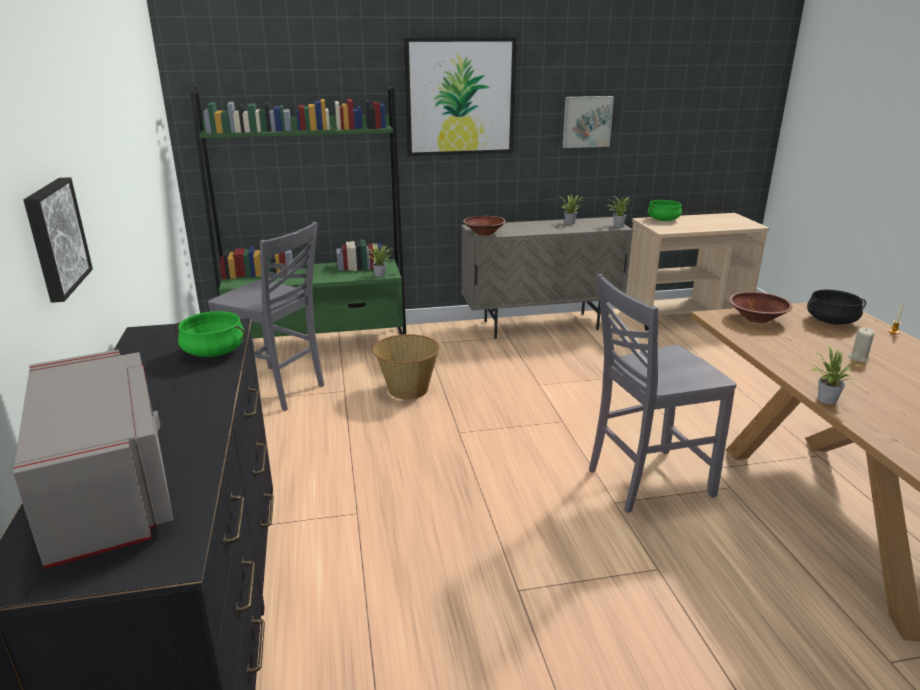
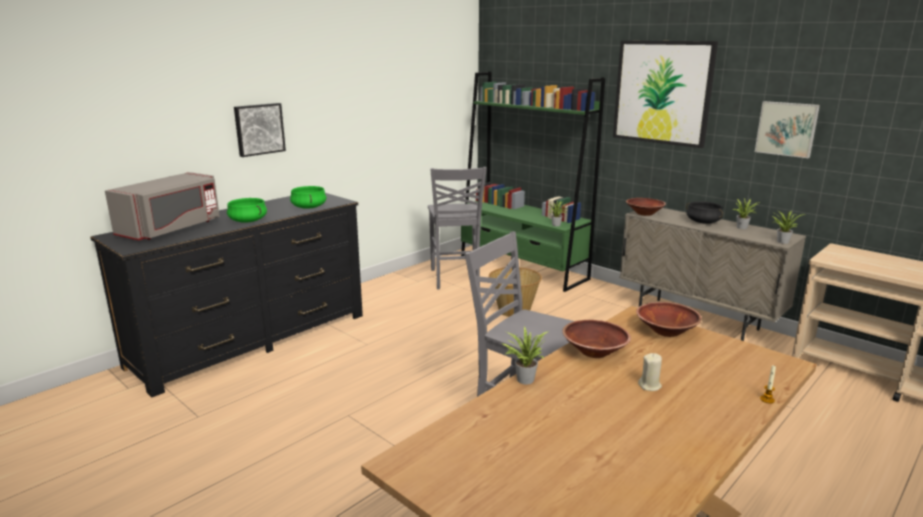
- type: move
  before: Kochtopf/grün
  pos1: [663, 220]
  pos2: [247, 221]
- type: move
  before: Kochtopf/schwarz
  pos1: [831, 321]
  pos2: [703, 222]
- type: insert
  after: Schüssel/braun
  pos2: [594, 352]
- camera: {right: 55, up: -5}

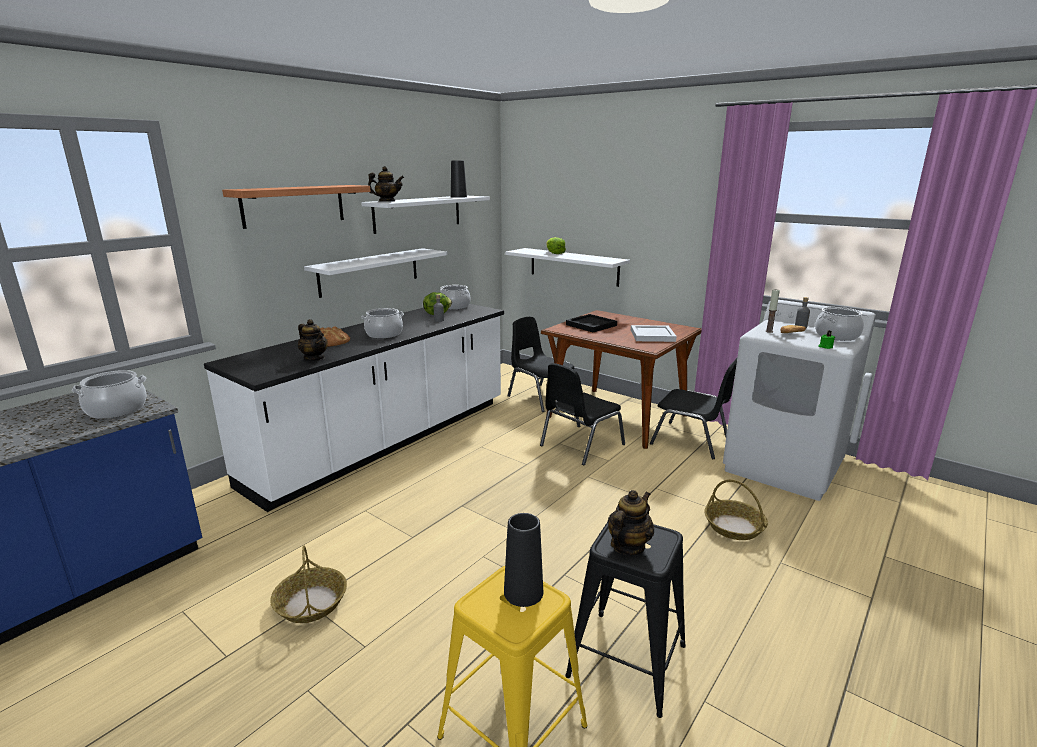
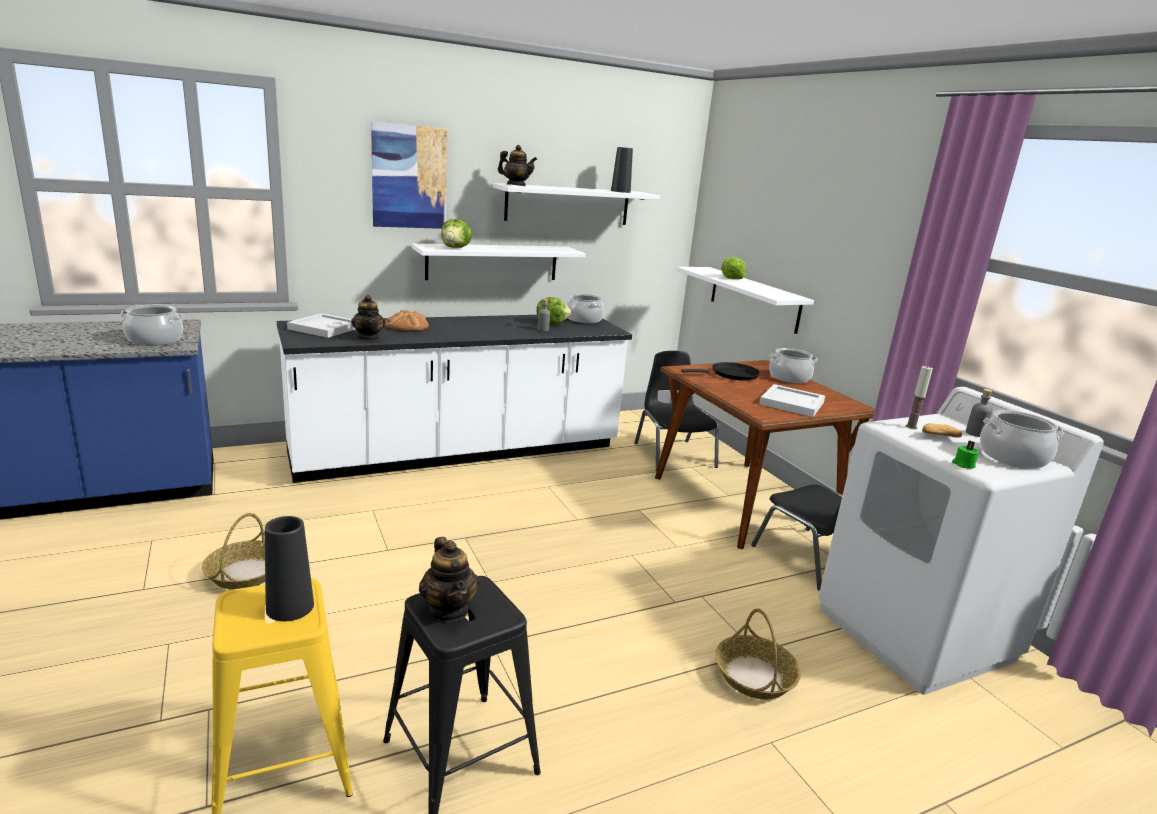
- type: replace
  before: Wandregal
  after: Bild
  pos1: [294, 205]
  pos2: [409, 177]
- type: move
  before: Kochtopf
  pos1: [384, 334]
  pos2: [789, 378]
- type: delete
  before: Stuhl/schwarz
  pos1: [580, 445]
- type: replace
  before: Tablett/schwarz
  after: Pfanne/schwarz
  pos1: [592, 325]
  pos2: [731, 375]
- type: rotate
  before: Teekanne
  pos1: [628, 546]
  pos2: [449, 609]
  turn: 90
- type: insert
  after: Tablett/weiß
  pos2: [325, 328]
- type: insert
  after: Salatkopf
  pos2: [456, 248]
- camera: {right: 25, up: 0}

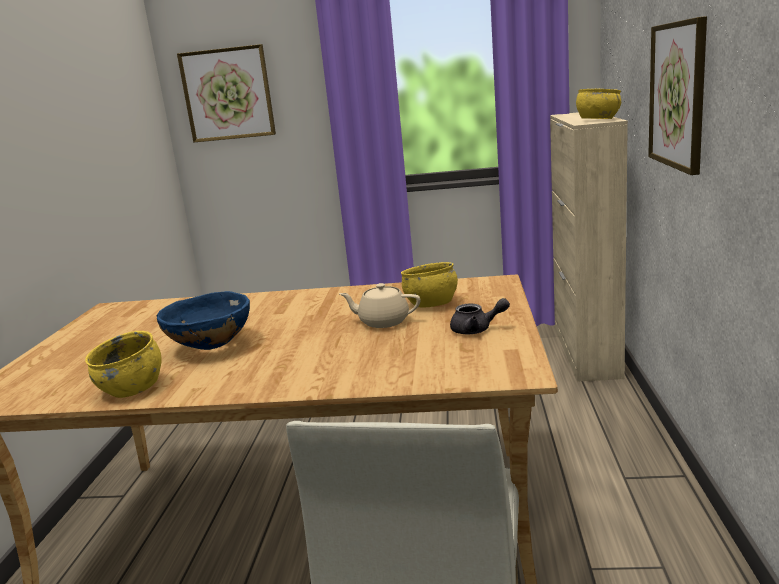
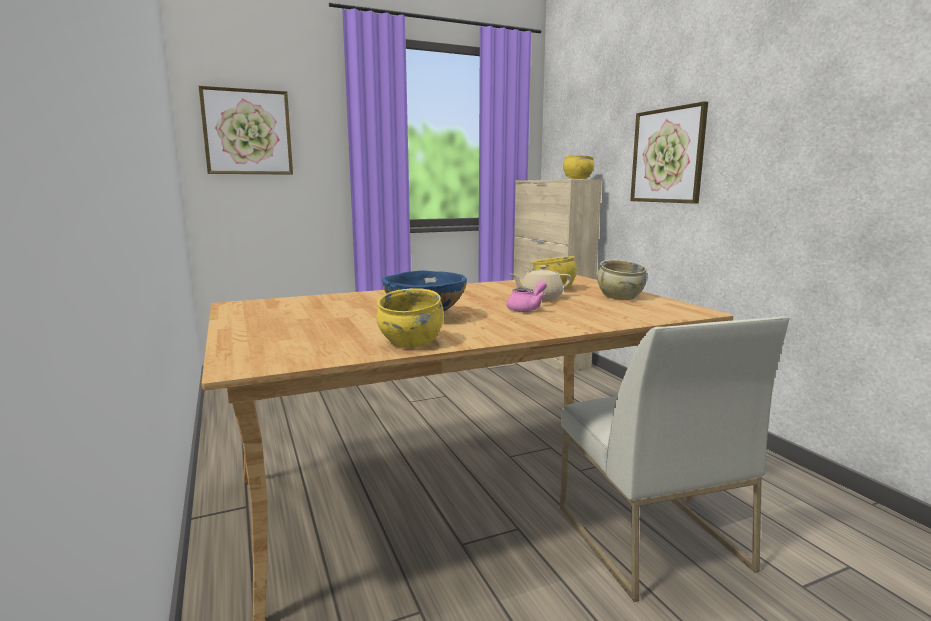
- type: replace
  before: Teekanne/grau
  after: Schüssel/beige
  pos1: [476, 330]
  pos2: [620, 297]
- type: insert
  after: Teekanne/rosa
  pos2: [527, 308]
- camera: {right: -30, up: -5}

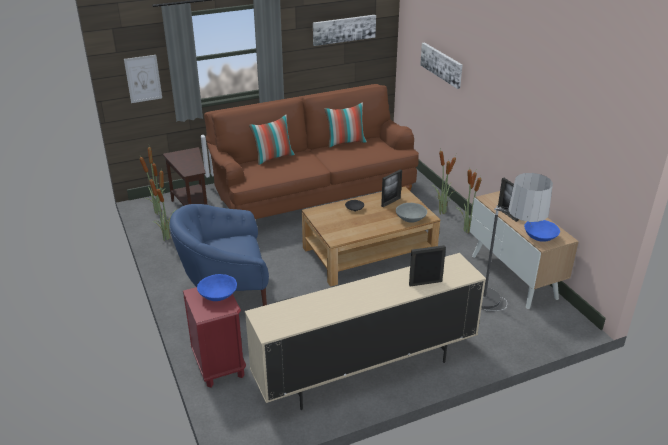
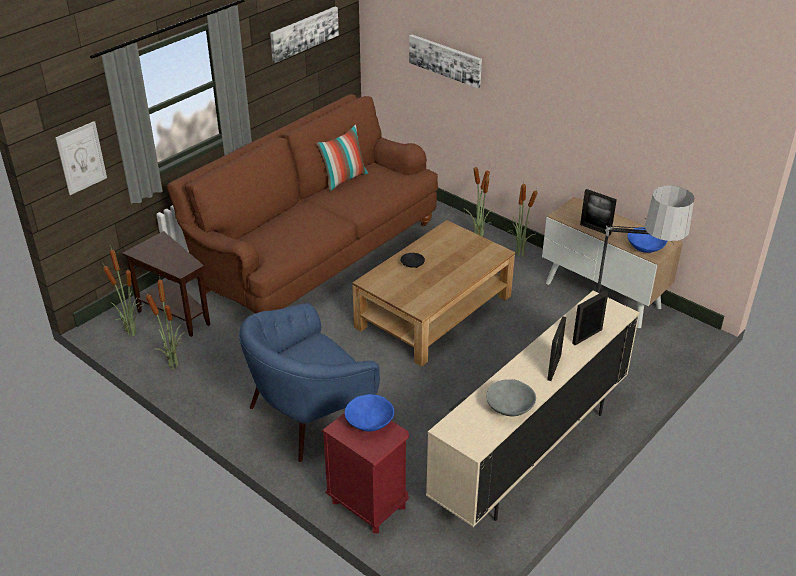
- type: delete
  before: Kissen
  pos1: [273, 157]
- type: move
  before: Bilderrahmen
  pos1: [391, 202]
  pos2: [554, 367]
- type: move
  before: Schüssel/grau
  pos1: [411, 219]
  pos2: [510, 407]
- camera: {right: -25, up: 5}

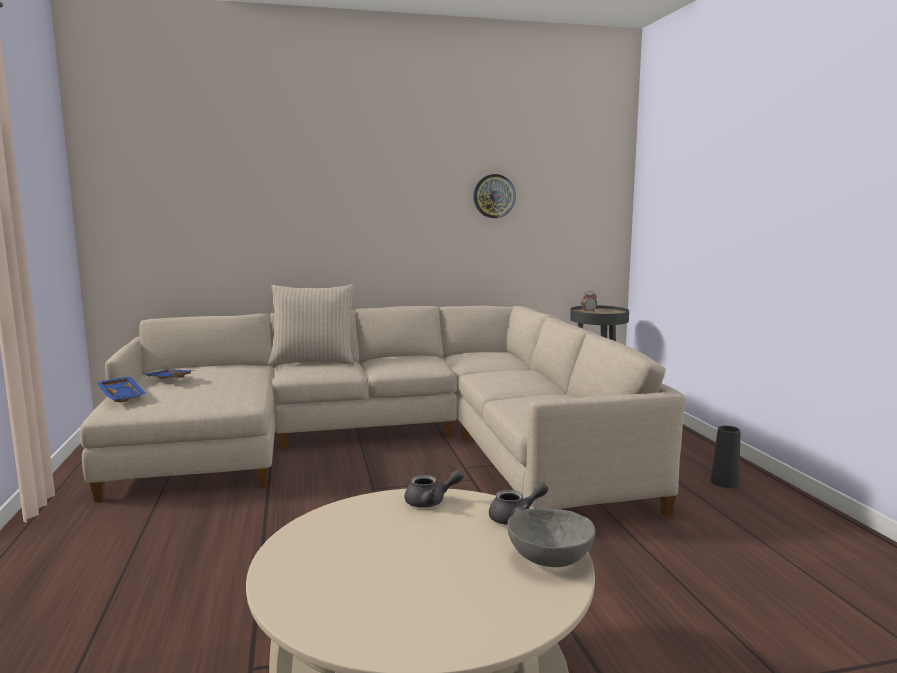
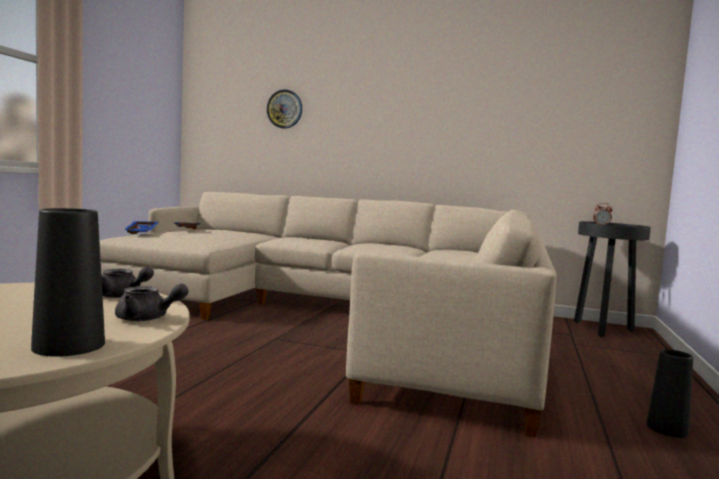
- type: delete
  before: Kissen/beige
  pos1: [313, 361]
- type: move
  before: Wanduhr
  pos1: [494, 196]
  pos2: [285, 109]
- type: replace
  before: Schüssel/grau
  after: Vase/schwarz
  pos1: [548, 559]
  pos2: [69, 346]
- camera: {right: 30, up: -5}

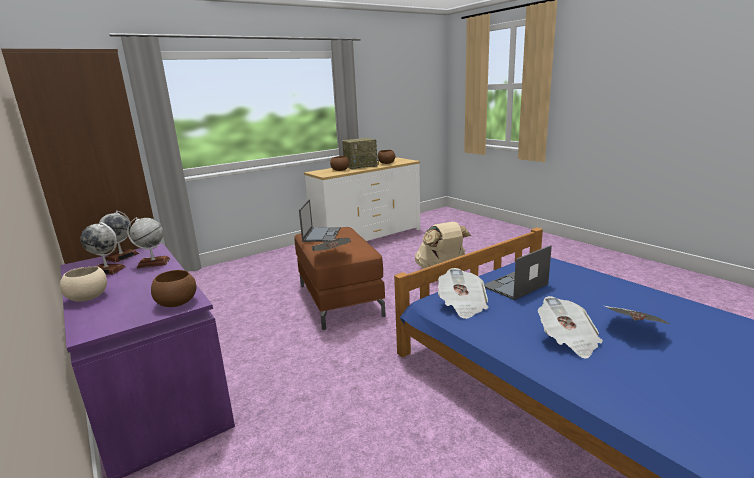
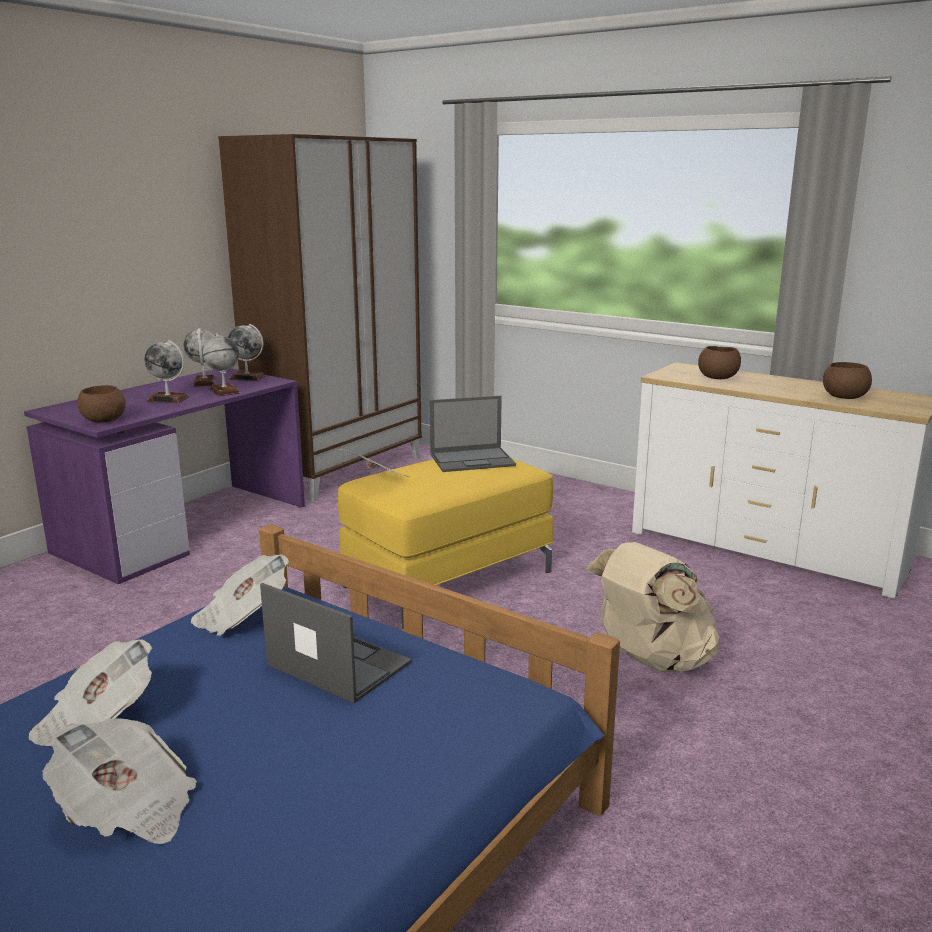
- type: delete
  before: Schüssel/beige
  pos1: [89, 297]
- type: recolor
  before: Polsterhocker/braun
  after: Polsterhocker/gelb
  pos1: [338, 299]
  pos2: [449, 578]
- type: delete
  before: Radio
  pos1: [361, 166]
- type: insert
  after: Globus
  pos2: [168, 399]
- camera: {right: 70, up: 0}

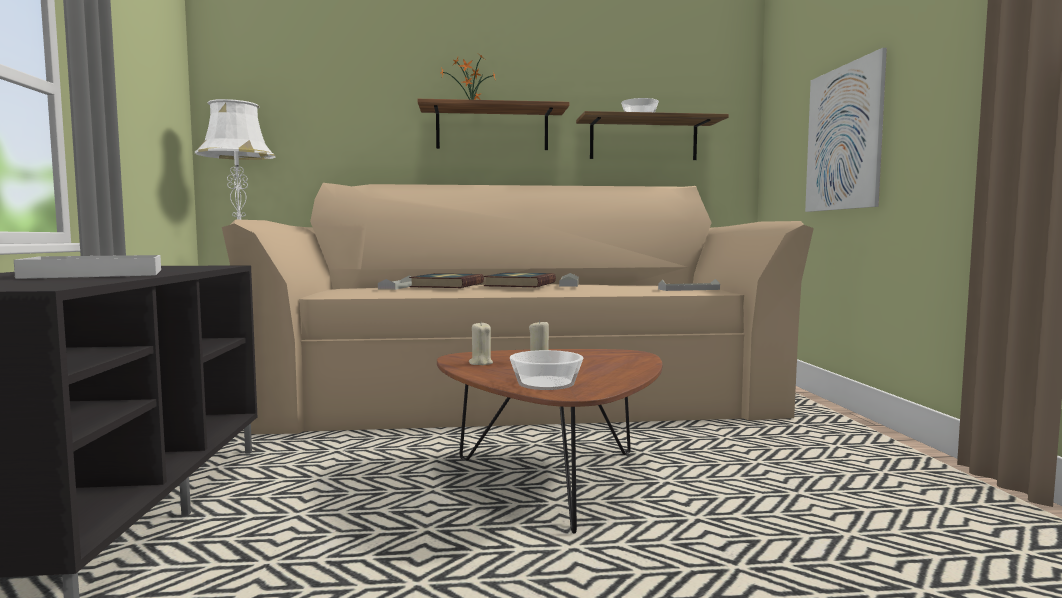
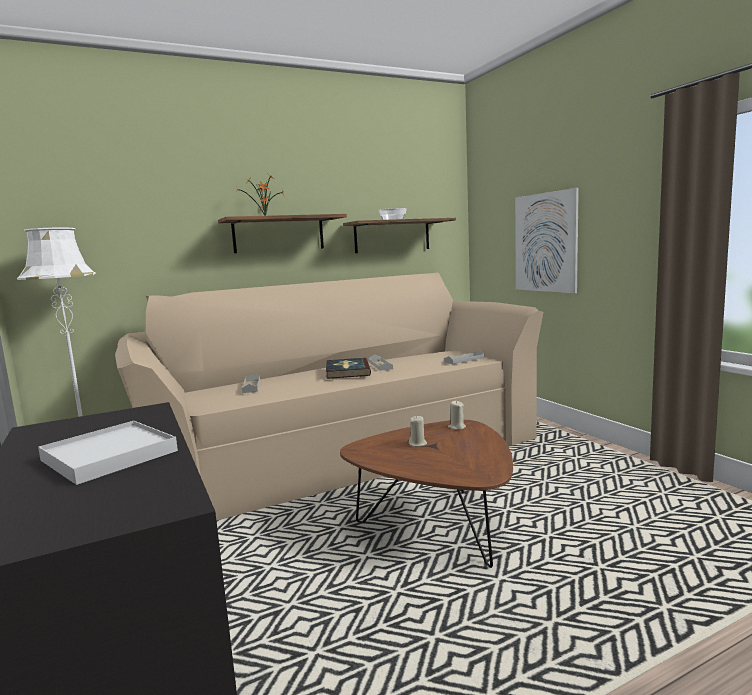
- type: delete
  before: Buch
  pos1: [447, 285]
- type: move
  before: Kerze/beige
  pos1: [480, 363]
  pos2: [456, 427]
- type: delete
  before: Schüssel
  pos1: [546, 383]
- camera: {right: -20, up: 5}

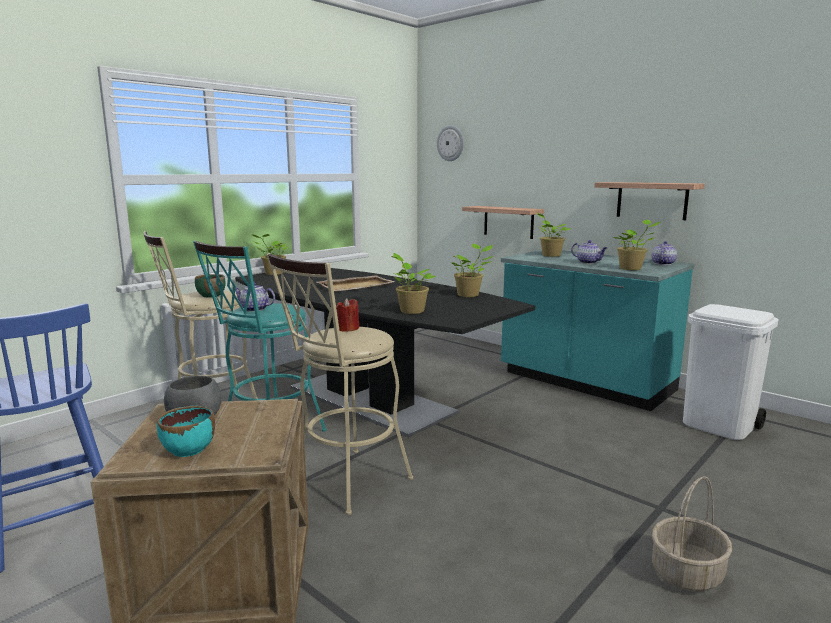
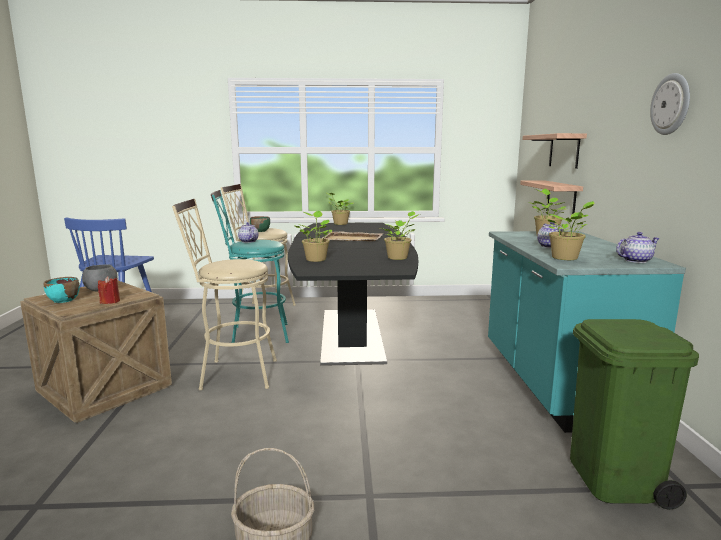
- type: move
  before: Kerze/rot
  pos1: [347, 329]
  pos2: [110, 301]
- type: move
  before: Wanduhr
  pos1: [450, 143]
  pos2: [671, 104]
- type: move
  before: Wandregal
  pos1: [651, 200]
  pos2: [564, 151]
- type: recolor
  before: Mülleimer/weiß
  after: Mülleimer/grün
  pos1: [719, 426]
  pos2: [615, 480]
- camera: {right: 45, up: 0}

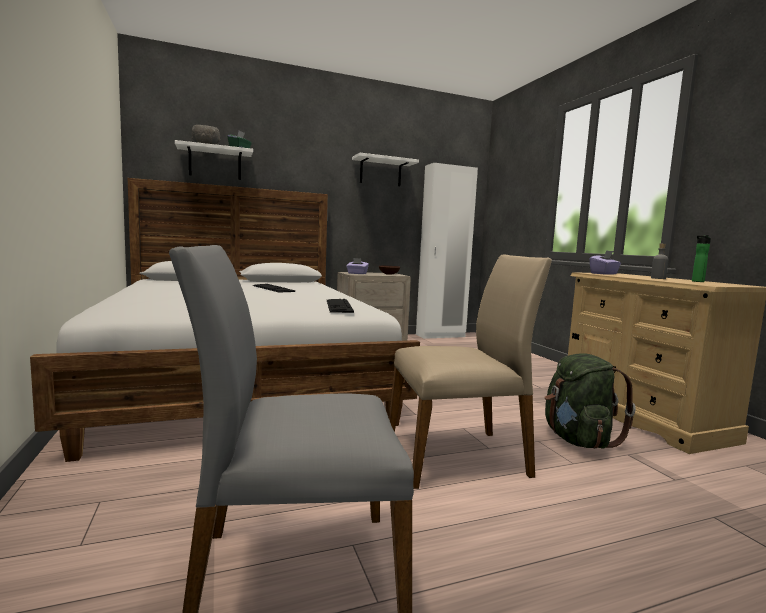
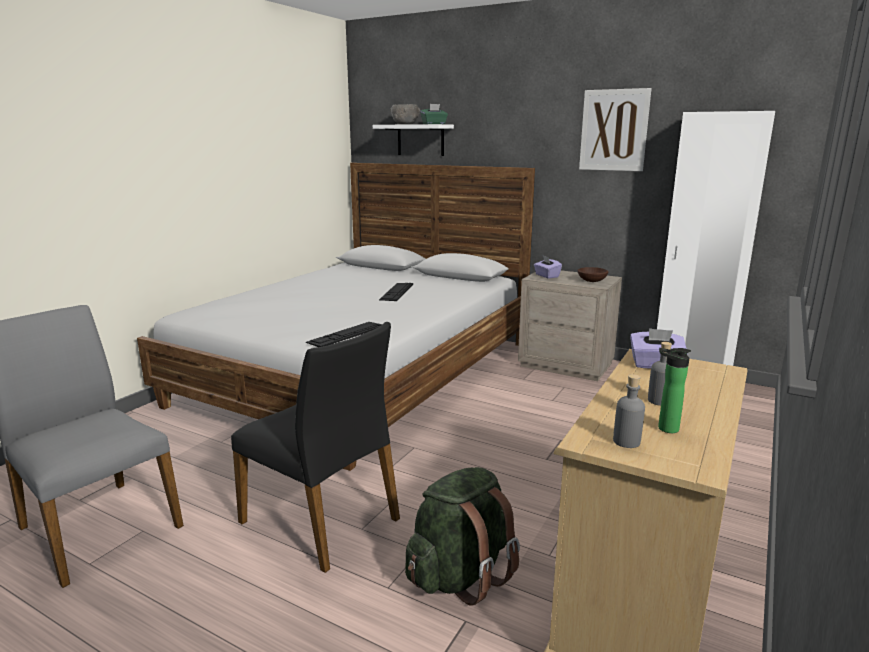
- type: replace
  before: Wandregal/weiß
  after: Bild
  pos1: [380, 172]
  pos2: [614, 130]
- type: recolor
  before: Stuhl/beige
  after: Stuhl/schwarz
  pos1: [457, 456]
  pos2: [322, 520]
- type: insert
  after: Flasche/grau
  pos2: [626, 441]
- camera: {right: 50, up: 10}

